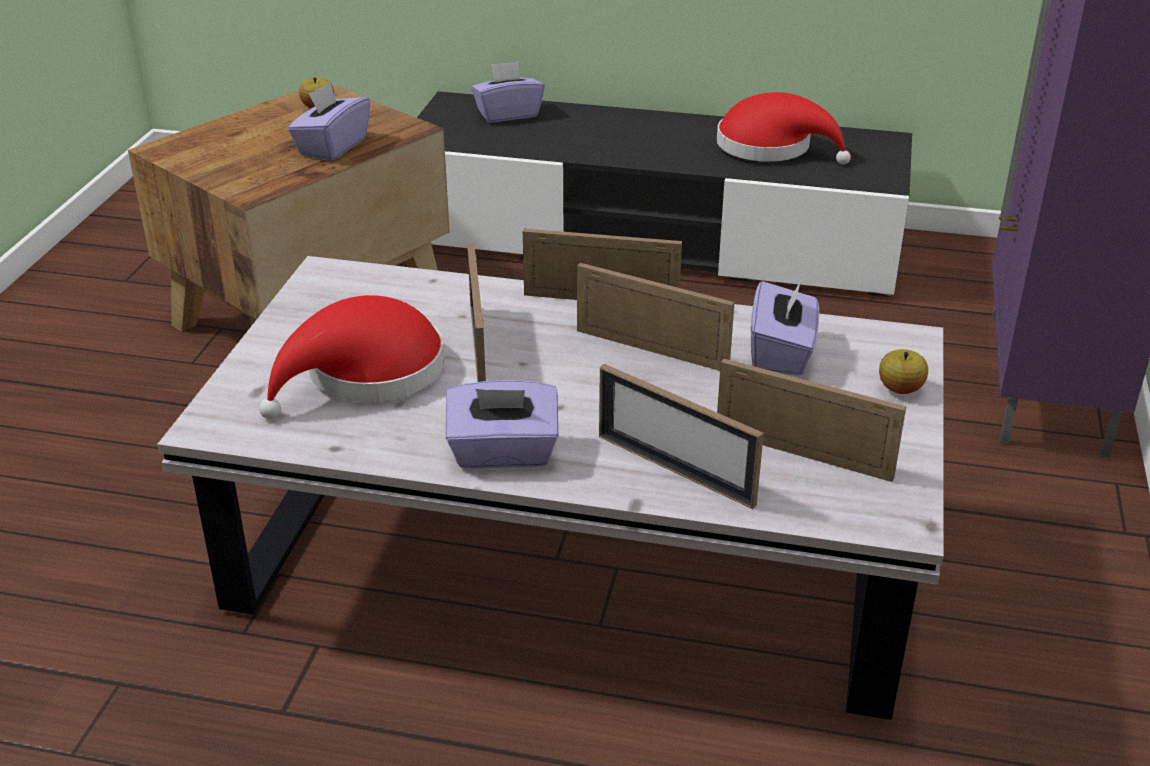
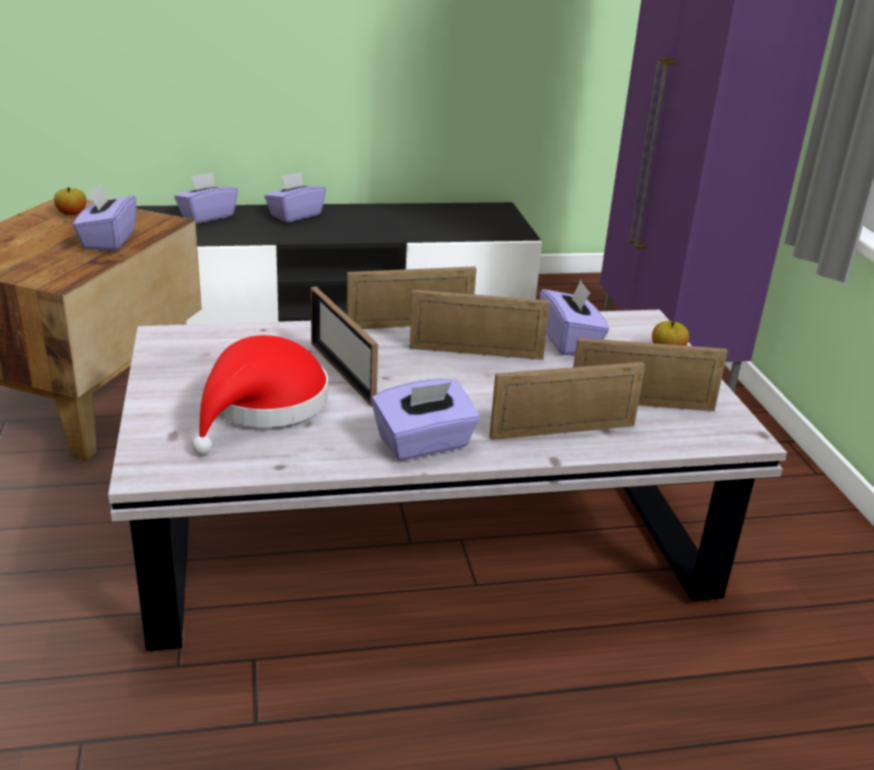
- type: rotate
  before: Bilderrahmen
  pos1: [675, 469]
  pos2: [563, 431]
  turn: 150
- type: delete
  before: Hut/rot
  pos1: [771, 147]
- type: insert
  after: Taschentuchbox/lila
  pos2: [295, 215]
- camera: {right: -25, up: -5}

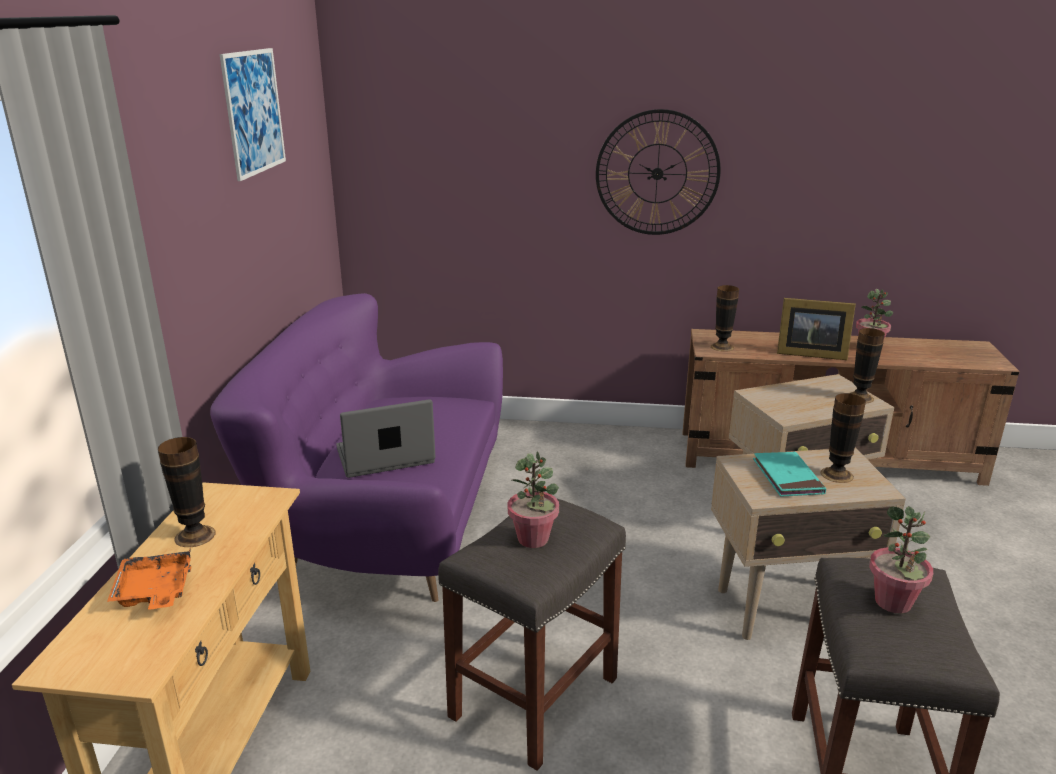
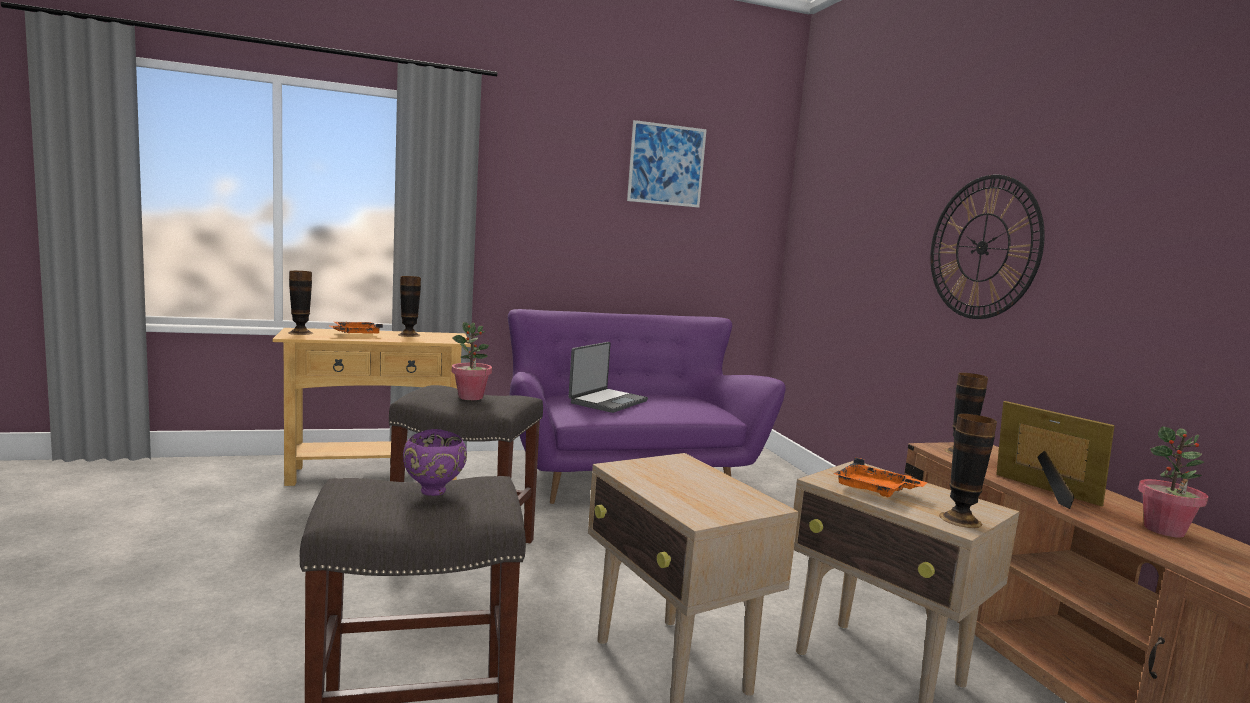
- type: rotate
  before: Laptop
  pos1: [385, 457]
  pos2: [607, 401]
  turn: 75
- type: delete
  before: Buch/türkis
  pos1: [787, 477]
- type: rotate
  before: Bilderrahmen
  pos1: [809, 353]
  pos2: [1045, 492]
  turn: 150
- type: move
  before: Vase
  pos1: [837, 474]
  pos2: [300, 333]
- type: replace
  before: Topfpflanze
  after: Schüssel/lila
  pos1: [893, 602]
  pos2: [434, 492]
- type: insert
  after: Tablett/orange
  pos2: [874, 490]
- camera: {right: 65, up: -15}

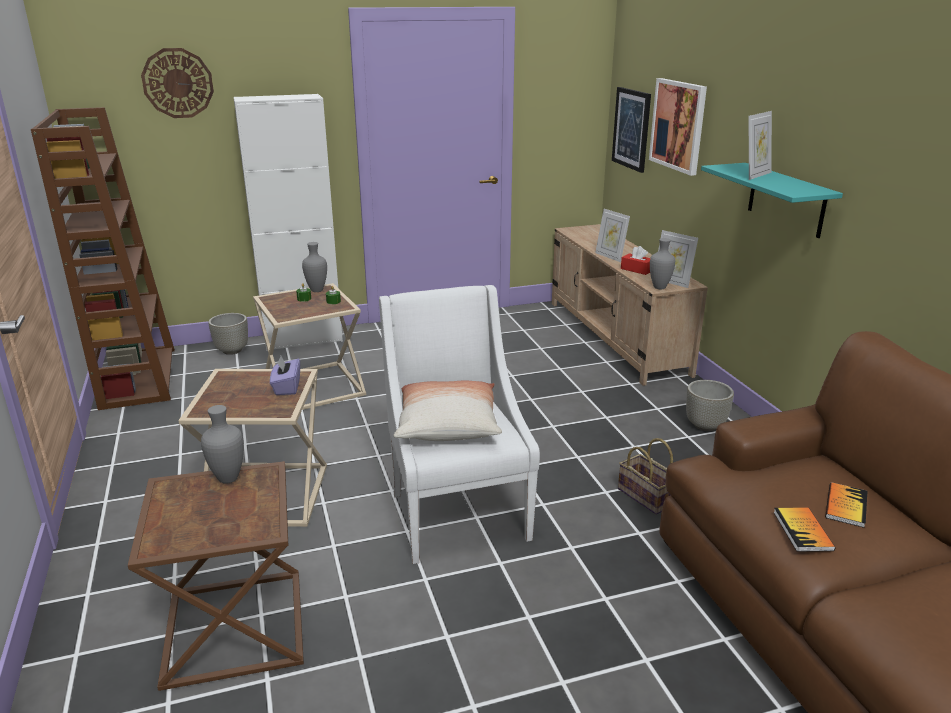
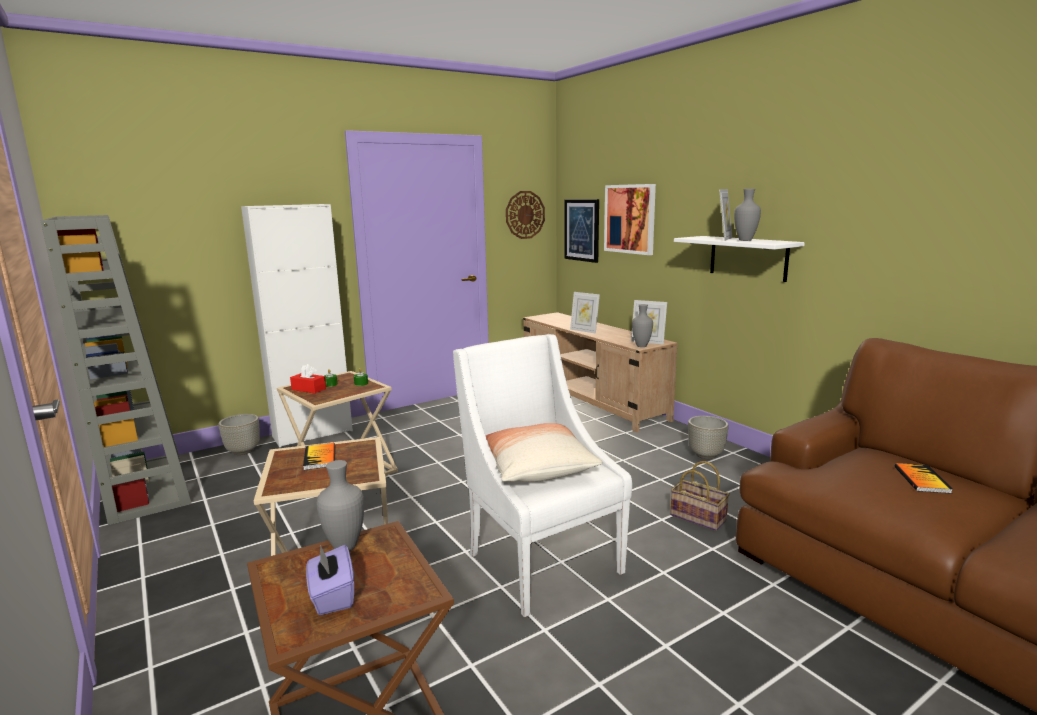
- type: recolor
  before: Bücherregal/braun
  after: Bücherregal/grau
  pos1: [137, 377]
  pos2: [146, 487]
- type: move
  before: Wanduhr
  pos1: [178, 83]
  pos2: [525, 215]
- type: move
  before: Taschentuchbox/lila
  pos1: [286, 387]
  pos2: [332, 596]
- type: move
  before: Vase/grau
  pos1: [317, 290]
  pos2: [746, 240]
- type: move
  before: Taschentuchbox/rot
  pos1: [636, 270]
  pos2: [308, 389]
- type: recolor
  before: Wandregal/türkis
  after: Wandregal/weiß
  pos1: [786, 200]
  pos2: [748, 258]
- type: move
  before: Buch
  pos1: [802, 531]
  pos2: [320, 457]
- camera: {right: -15, up: -10}

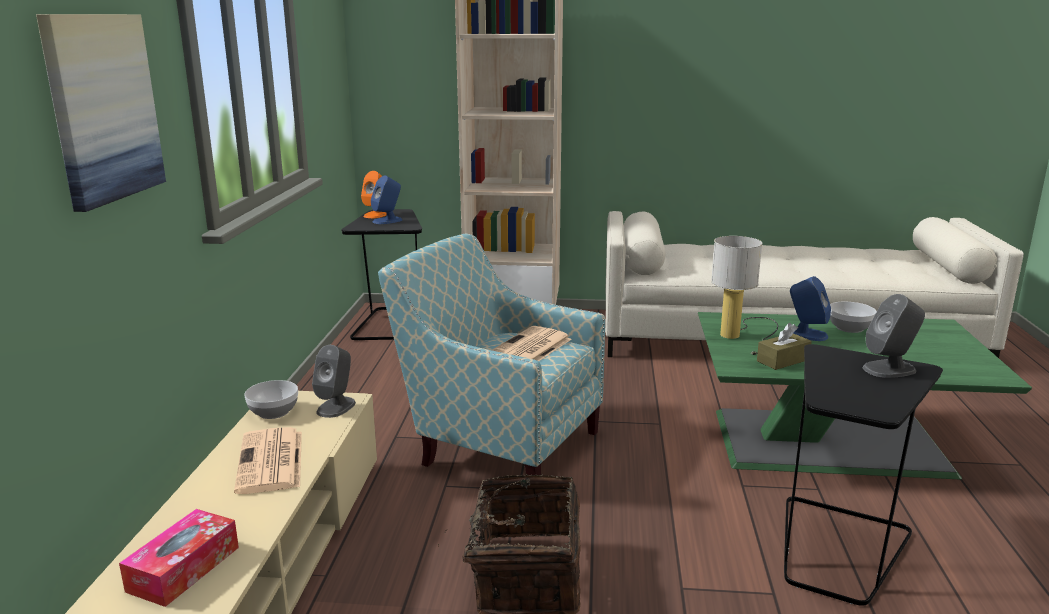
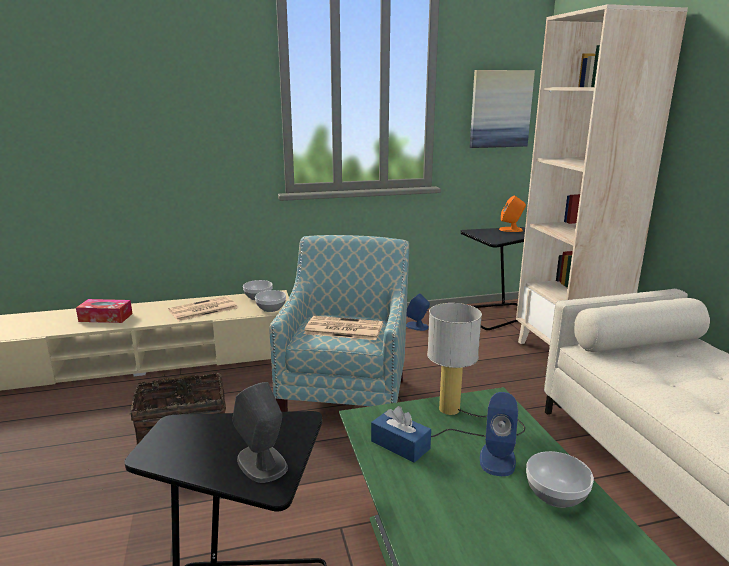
- type: move
  before: Bild
  pos1: [102, 108]
  pos2: [500, 109]
- type: replace
  before: Lautsprecher/grau
  after: Schüssel
  pos1: [336, 407]
  pos2: [271, 308]
- type: move
  before: Lautsprecher/blau
  pos1: [388, 220]
  pos2: [417, 326]
- type: recolor
  before: Taschentuchbox/braun
  after: Taschentuchbox/blau
  pos1: [783, 360]
  pos2: [400, 445]
- camera: {right: 70, up: 0}

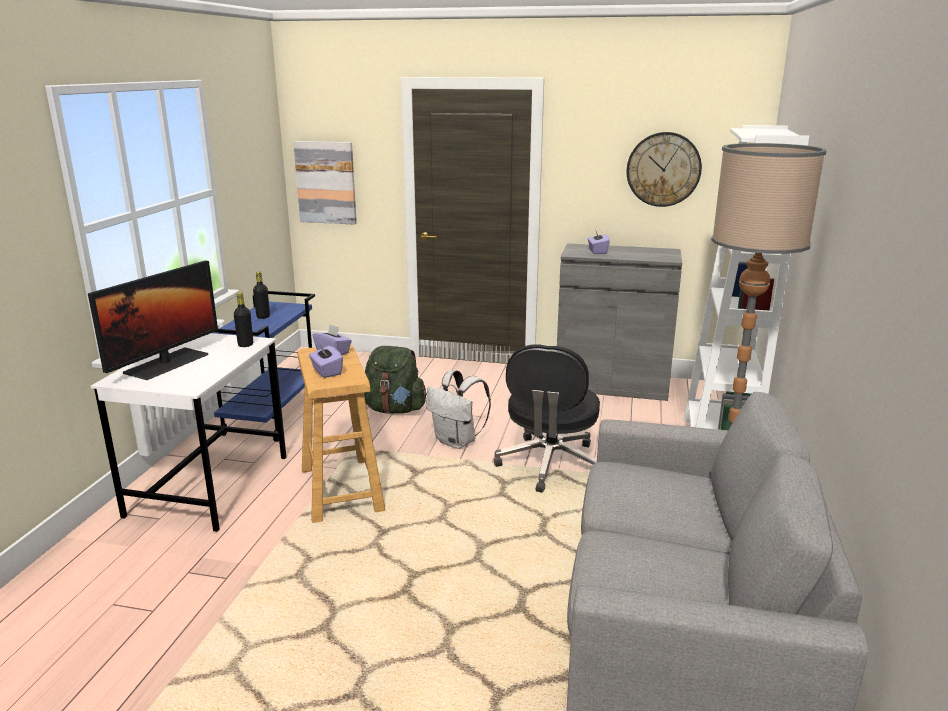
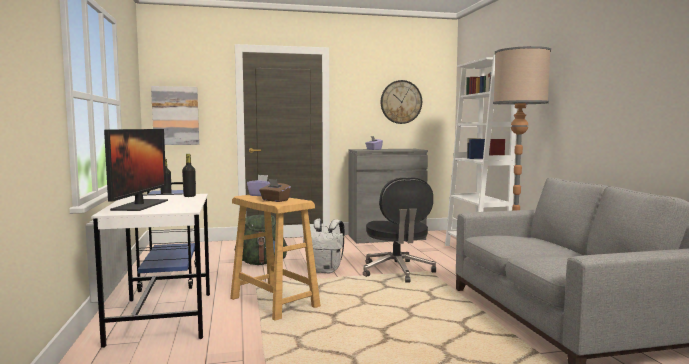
- type: recolor
  before: Taschentuchbox/lila
  after: Taschentuchbox/braun
  pos1: [326, 371]
  pos2: [275, 200]
- camera: {right: -25, up: -15}

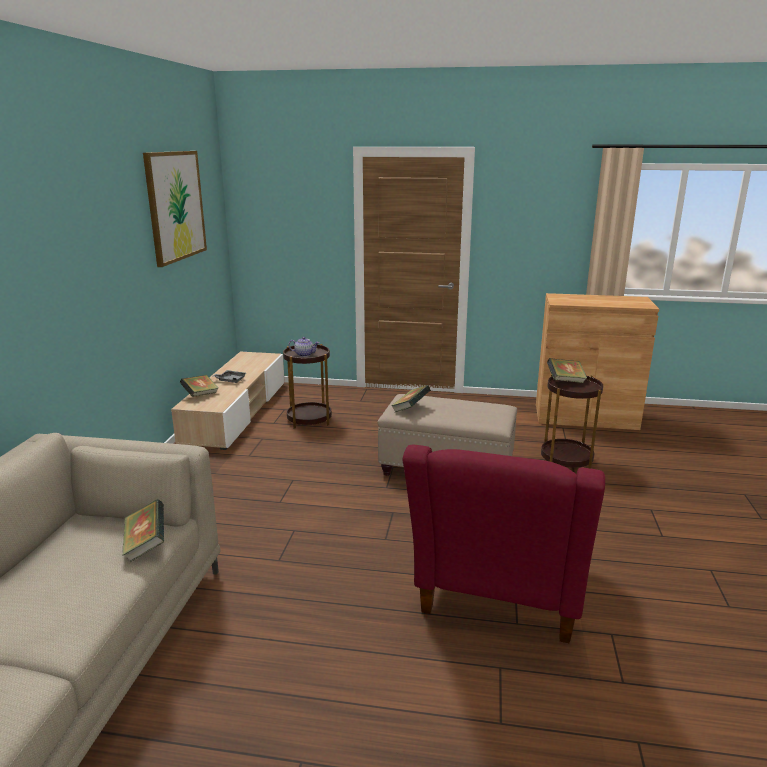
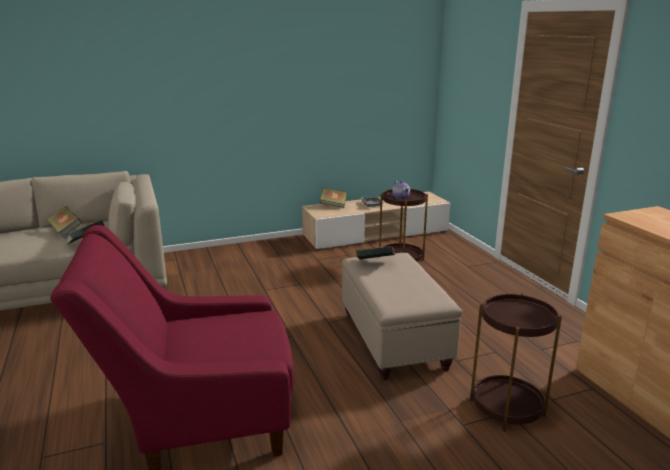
- type: delete
  before: Bild
  pos1: [175, 206]
- type: move
  before: Buch
  pos1: [565, 381]
  pos2: [66, 231]
- camera: {right: 60, up: 0}

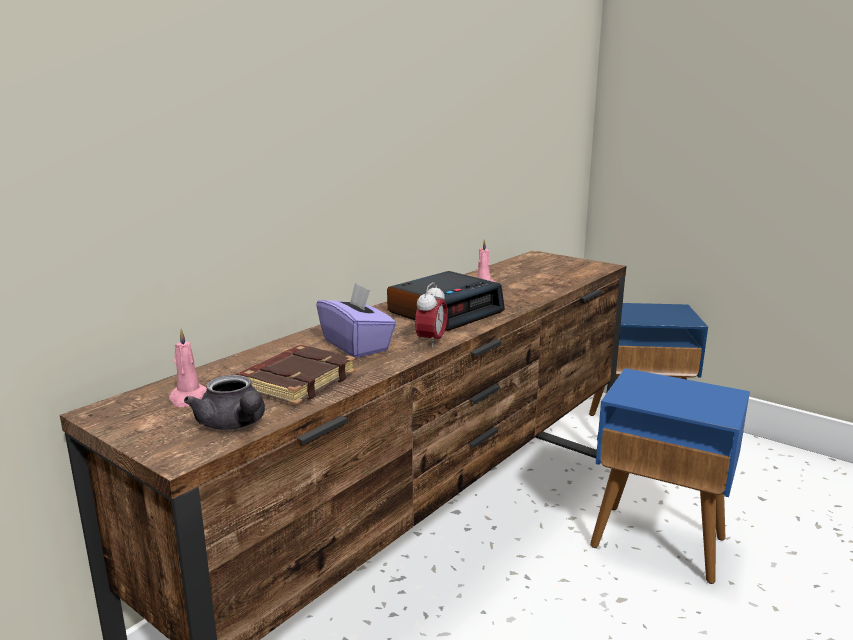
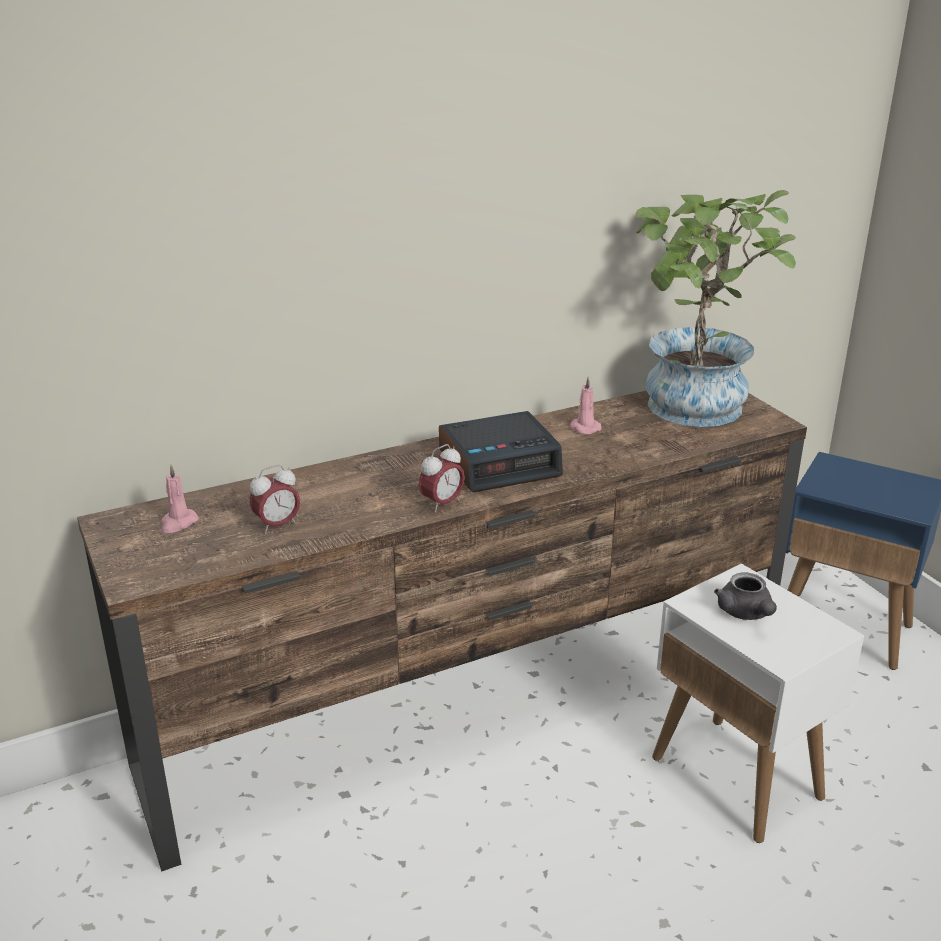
- type: move
  before: Teekanne/grau
  pos1: [234, 424]
  pos2: [746, 613]
- type: replace
  before: Buch/braun
  after: Wecker
  pos1: [297, 381]
  pos2: [277, 525]
- type: delete
  before: Taschentuchbox/lila
  pos1: [357, 345]
- type: recolor
  before: Beistelltisch/blau
  after: Beistelltisch/weiß
  pos1: [659, 542]
  pos2: [738, 778]
- type: insert
  after: Topfpflanze
  pos2: [693, 412]
- camera: {right: 25, up: 10}

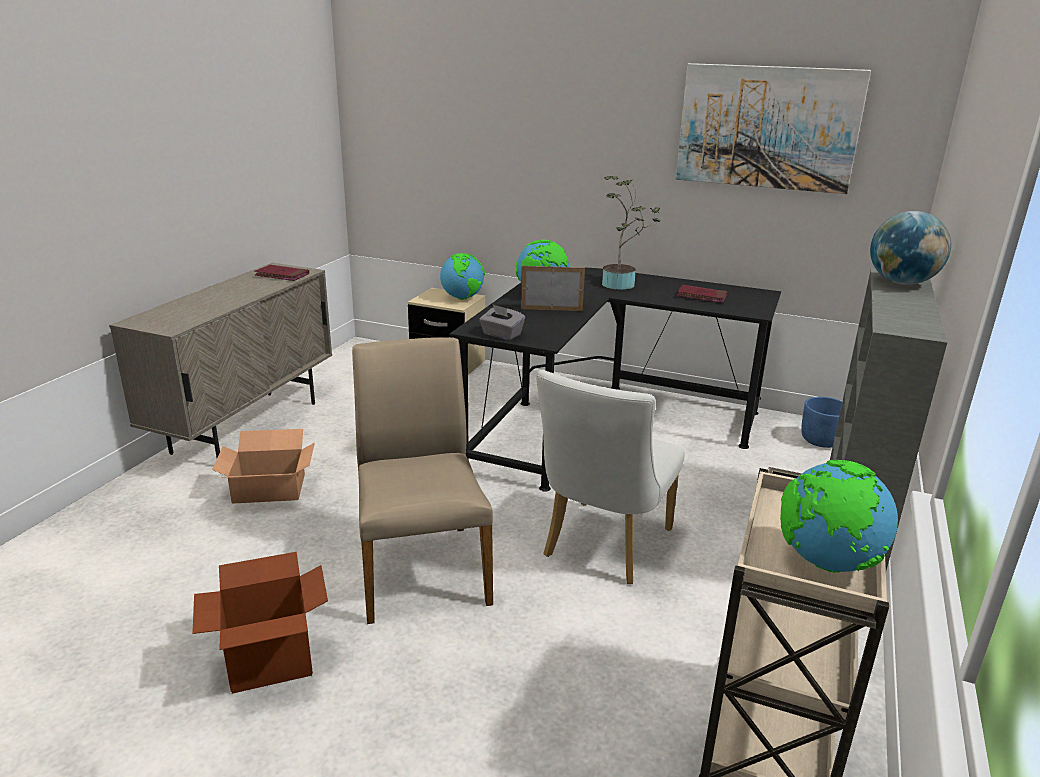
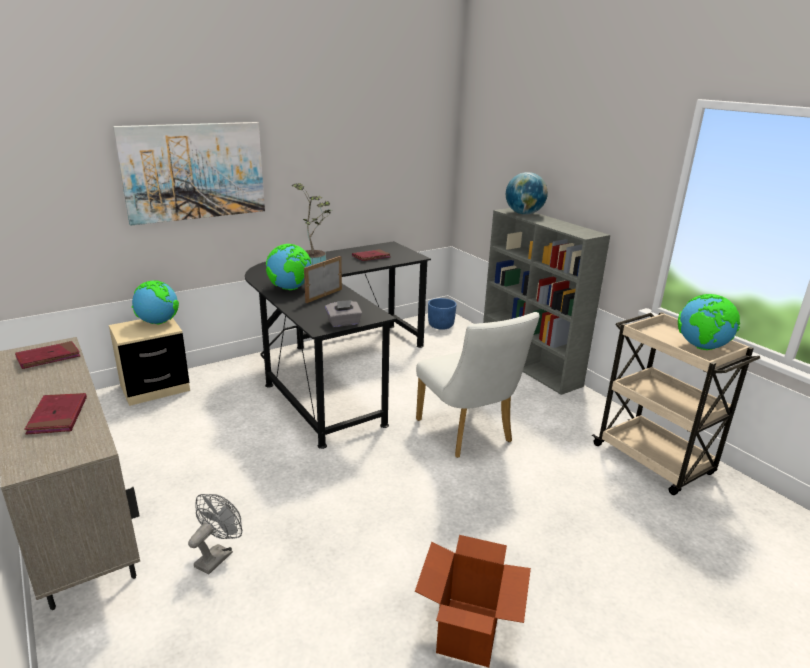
- type: replace
  before: Karton
  after: Ventilator/grau
  pos1: [268, 488]
  pos2: [217, 556]
- type: delete
  before: Stuhl/beige
  pos1: [421, 569]
- type: move
  before: Bild
  pos1: [767, 127]
  pos2: [194, 171]
- type: insert
  after: Buch/rot
  pos2: [58, 416]
- camera: {right: -55, up: 0}

